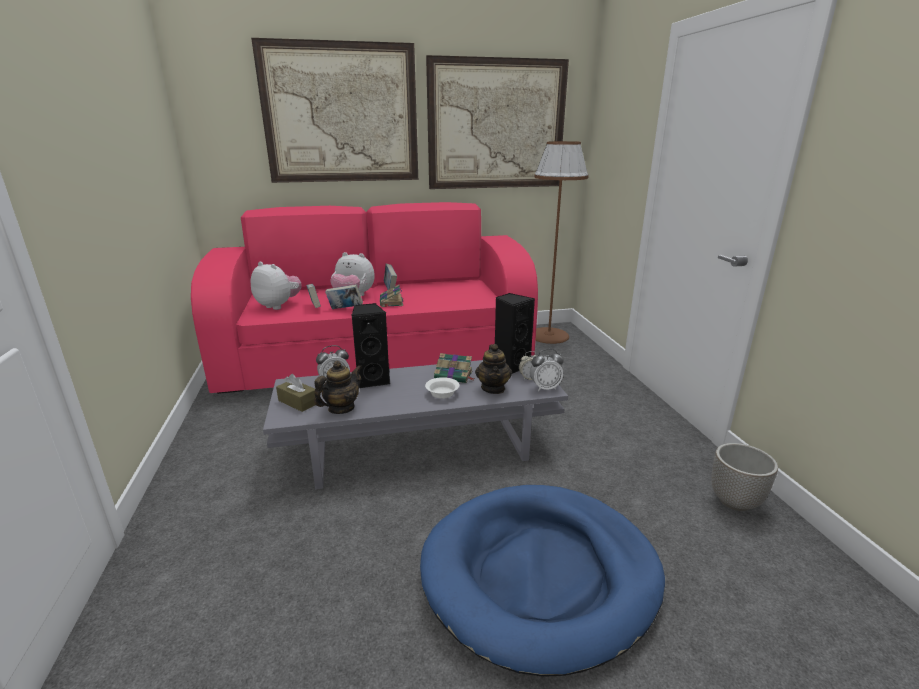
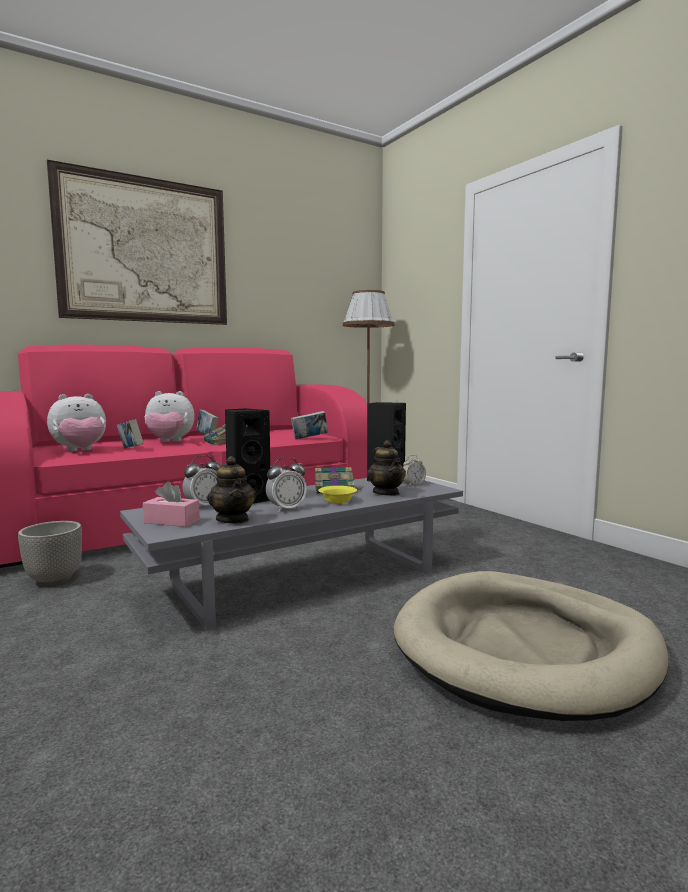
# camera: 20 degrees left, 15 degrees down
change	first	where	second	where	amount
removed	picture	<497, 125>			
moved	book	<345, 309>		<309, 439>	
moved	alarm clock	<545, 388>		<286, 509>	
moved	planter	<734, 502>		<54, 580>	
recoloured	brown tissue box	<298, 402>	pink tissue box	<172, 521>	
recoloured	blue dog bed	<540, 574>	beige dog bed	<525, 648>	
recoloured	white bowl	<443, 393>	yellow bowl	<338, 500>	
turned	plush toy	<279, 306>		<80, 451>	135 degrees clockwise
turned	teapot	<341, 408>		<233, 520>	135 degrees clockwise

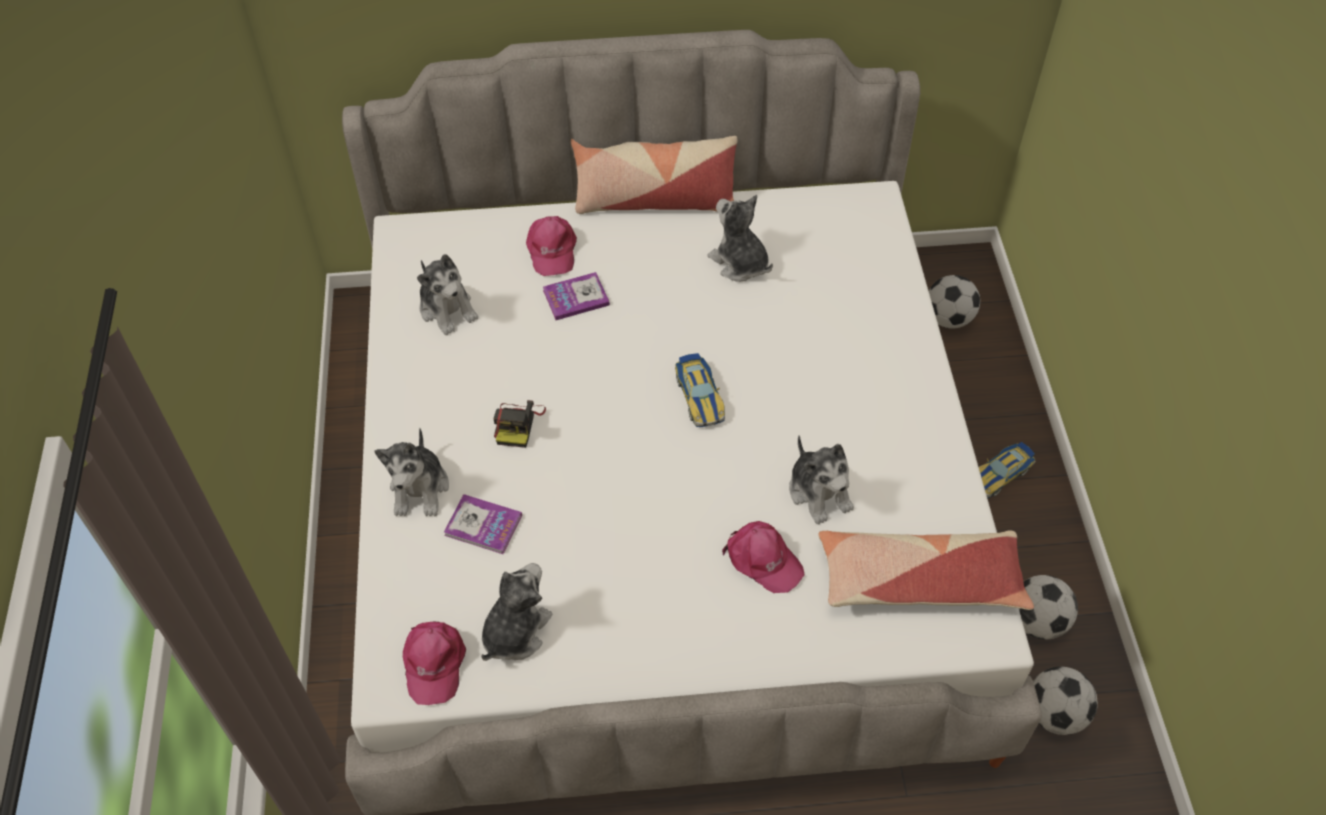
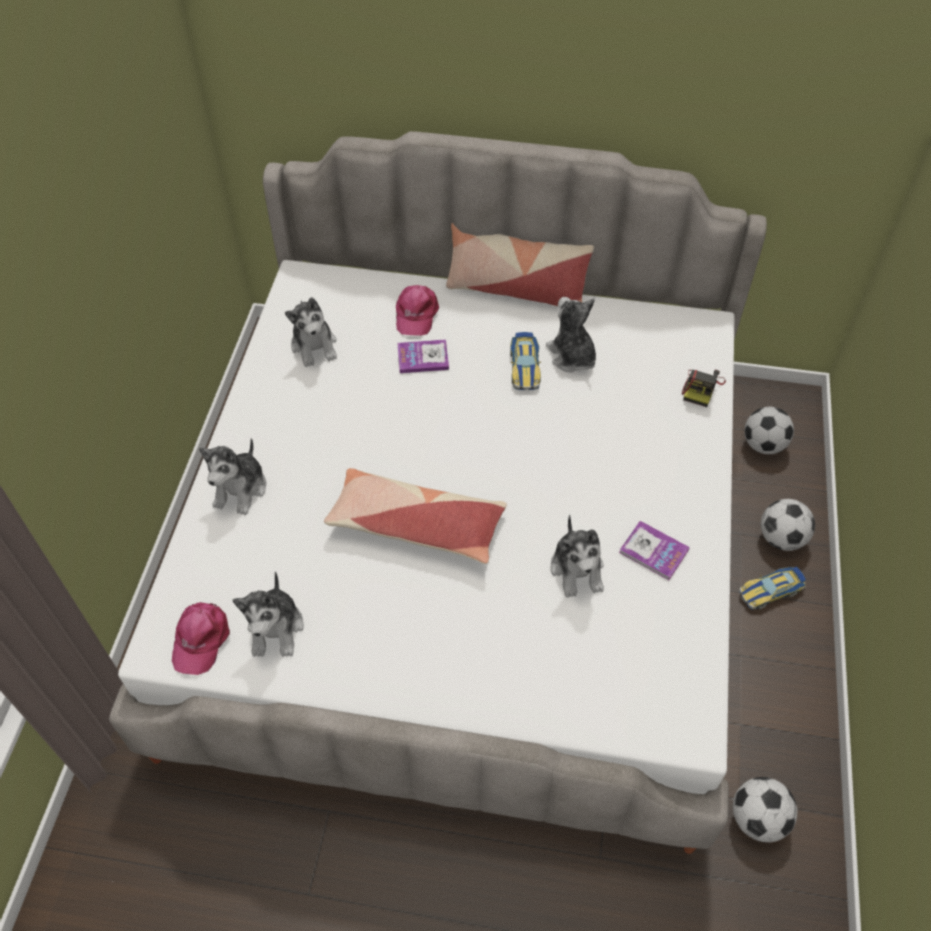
# camera: 15 degrees right, 0 degrees up
change	first	where	second	where	amount
removed	pink cap	<762, 560>			
moved	book	<483, 525>		<653, 551>	
moved	photo camera	<518, 424>		<701, 388>	
moved	toy car	<699, 396>		<524, 367>	
moved	pillow	<919, 580>		<415, 525>	
moved	football	<1037, 621>		<781, 538>	
turned	plush toy	<514, 631>		<276, 628>	135 degrees clockwise

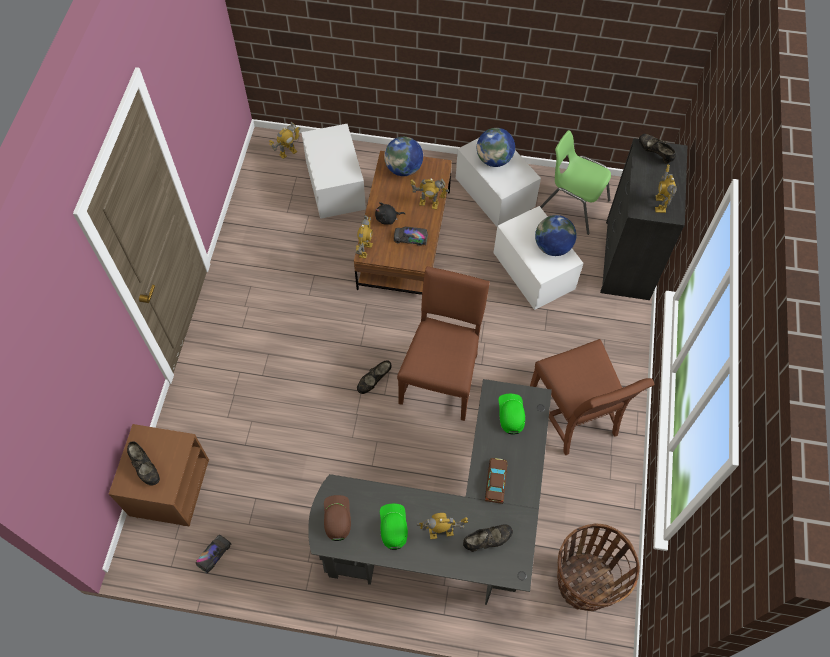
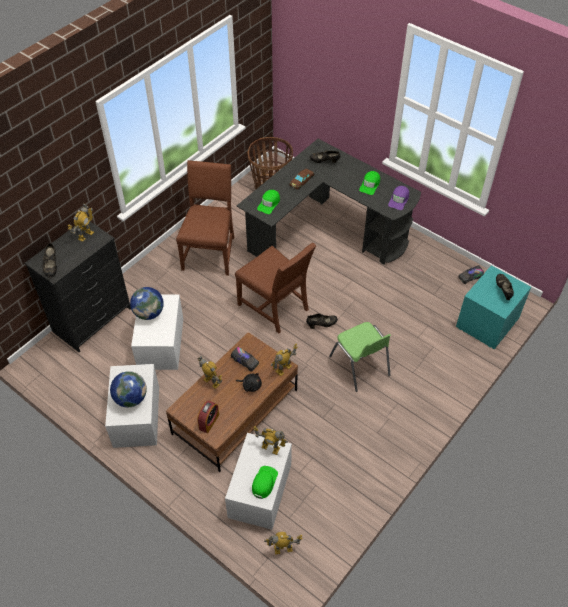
# camera: 150 degrees left, 10 degrees down
change	first	where	second	where	amount
added			green cap	<264, 482>	
moved	toy robot	<441, 532>		<270, 448>	
moved	green chair	<573, 204>		<360, 366>	
replaced	globe	<403, 168>	alarm clock	<209, 422>	
recoloured	brown nightstand	<169, 486>	turquoise nightstand	<487, 323>	
recoloured	brown cap	<337, 518>	purple cap	<399, 200>	
turned	brown chair	<441, 377>		<276, 307>	90 degrees counterclockwise

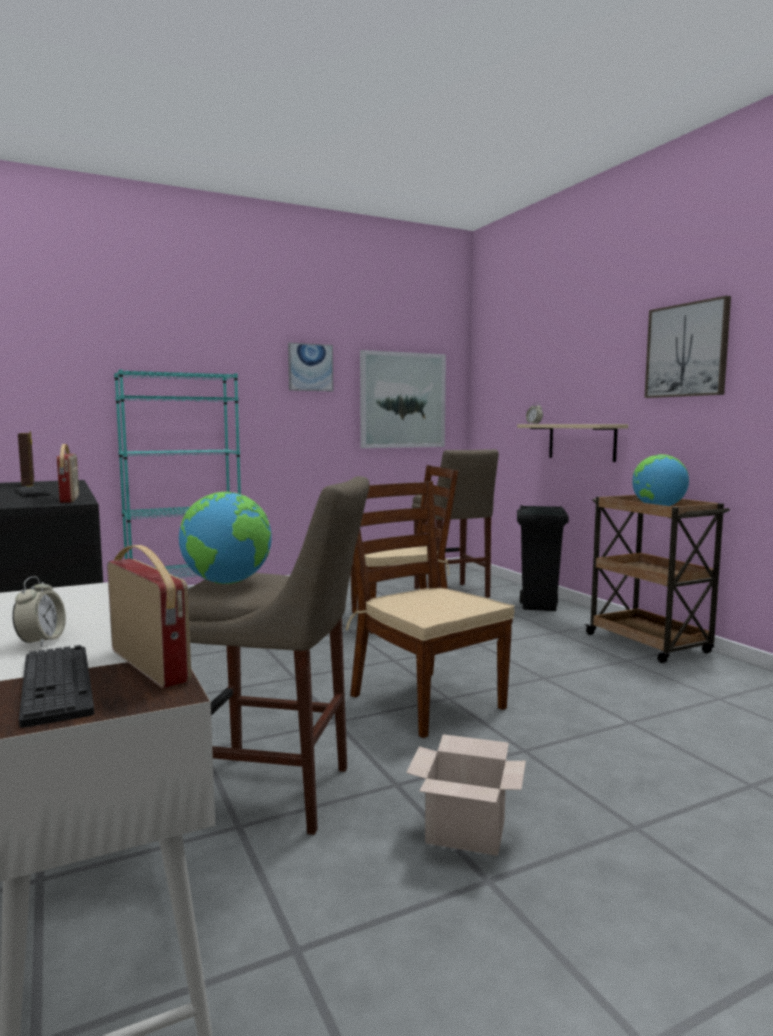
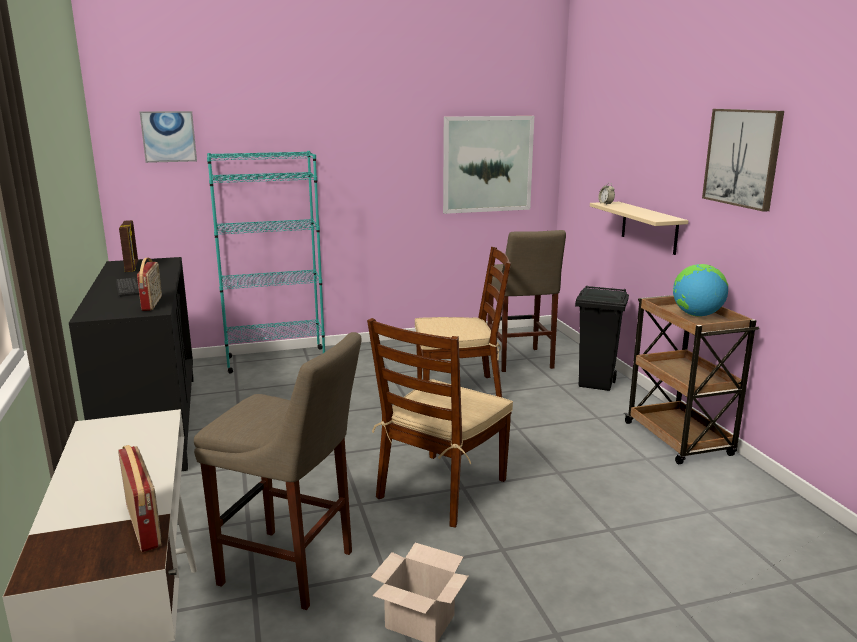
# camera: 10 degrees right, 10 degrees up
change	first	where	second	where	amount
removed	alarm clock	<41, 641>			
removed	keyboard	<57, 684>			
removed	globe	<228, 583>			
moved	picture	<310, 367>		<168, 136>	
turned	brown chair	<425, 701>		<441, 489>	120 degrees counterclockwise

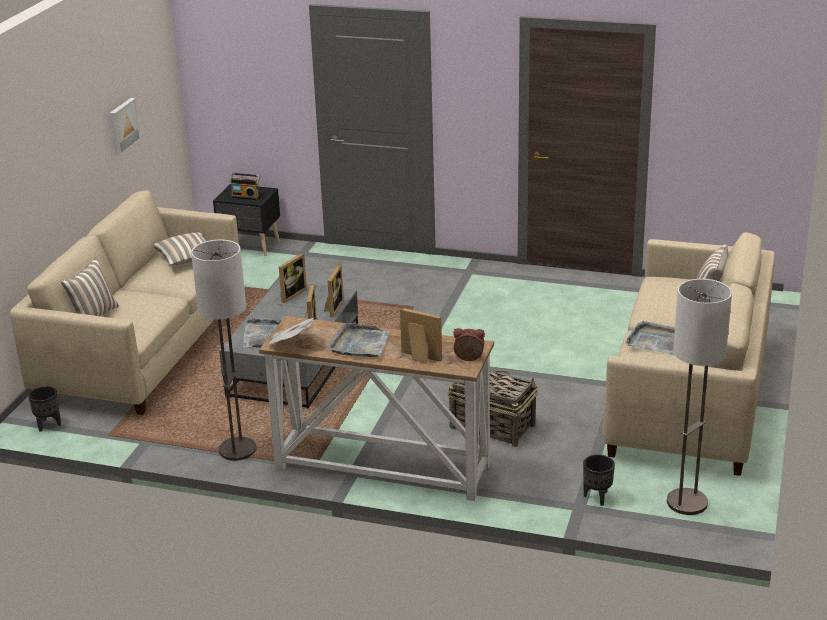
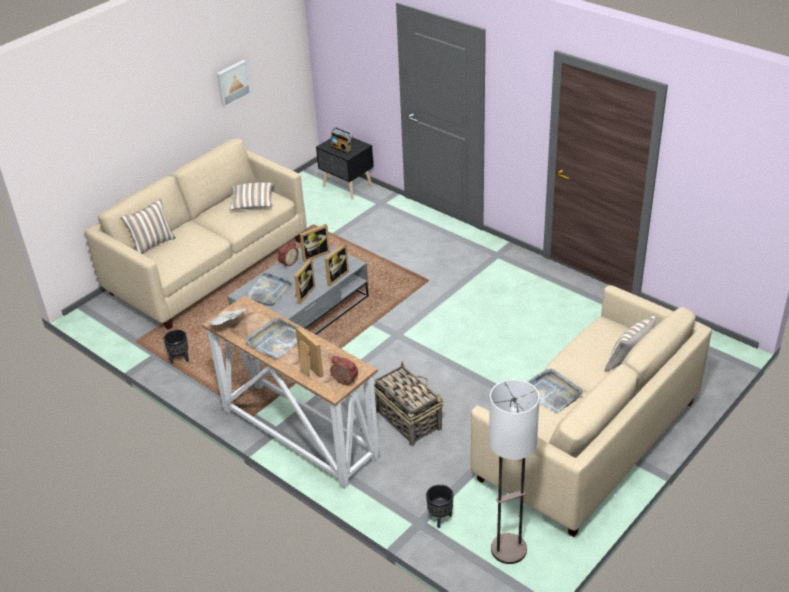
# camera: 25 degrees right, 10 degrees up
change	first	where	second	where	amount
removed	floor lamp	<238, 450>			
added			alarm clock	<288, 262>	
moved	black planter	<48, 425>		<179, 359>	

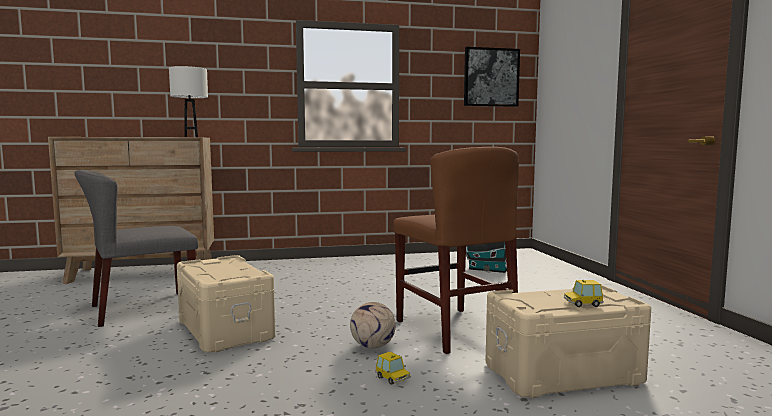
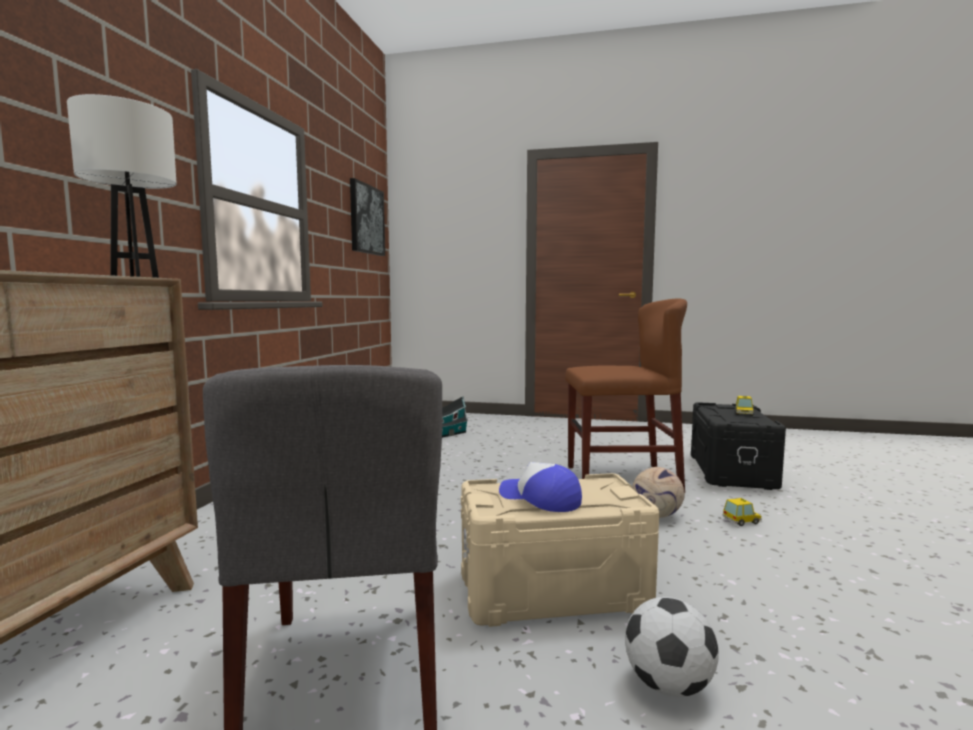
# camera: 65 degrees left, 0 degrees up
change	first	where	second	where	amount
added			cap	<540, 499>	
added			football	<668, 685>	
recoloured	beige storage box	<563, 374>	black storage box	<732, 471>	

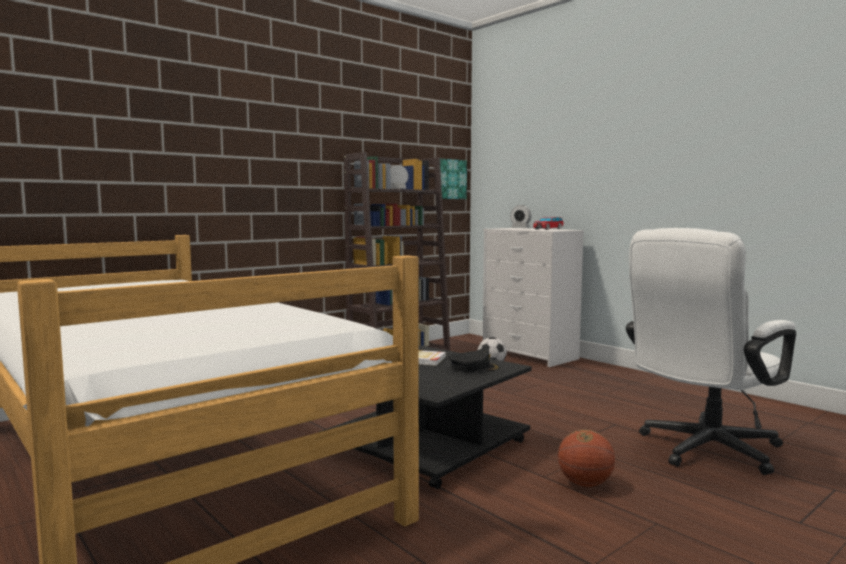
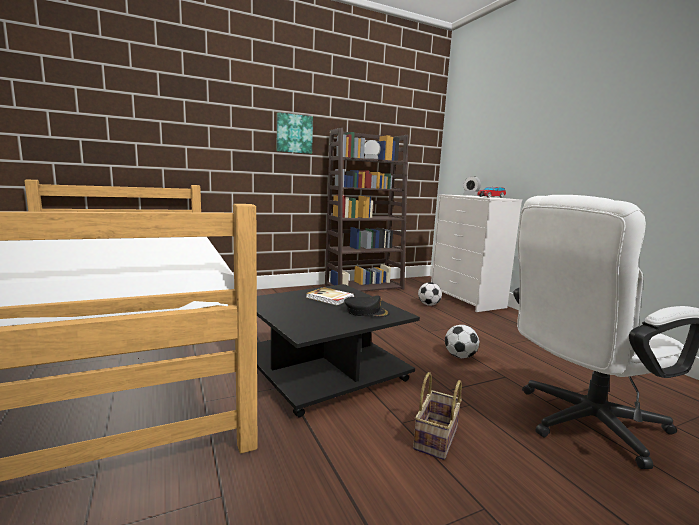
# camera: 15 degrees right, 5 degrees up
change	first	where	second	where	amount
added			football	<460, 356>	
moved	picture	<450, 179>		<294, 133>	
replaced	basketball	<585, 484>	basket	<437, 439>	

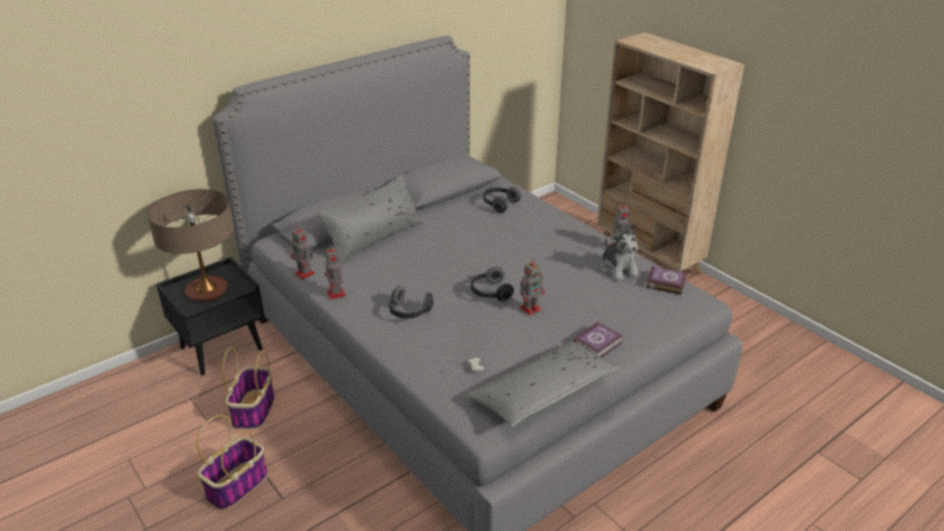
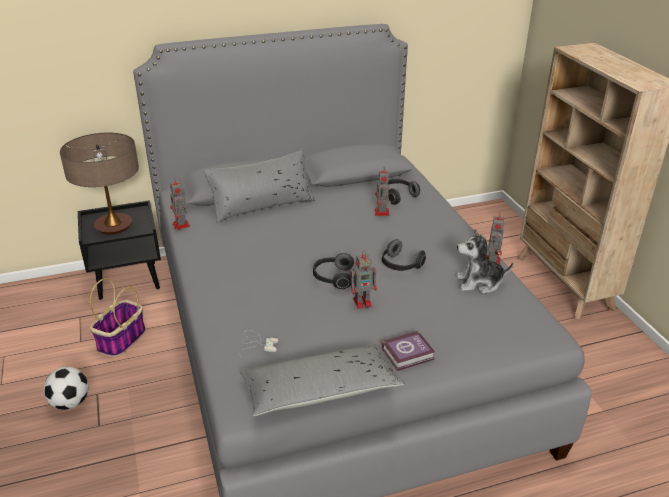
# camera: 20 degrees right, 0 degrees up
change	first	where	second	where	amount
removed	book	<665, 283>			
moved	toy robot	<336, 294>		<382, 213>	
moved	headphones	<409, 312>		<400, 265>	
replaced	basket	<237, 485>	football	<70, 402>	
turned	plush toy	<618, 269>		<479, 283>	90 degrees clockwise

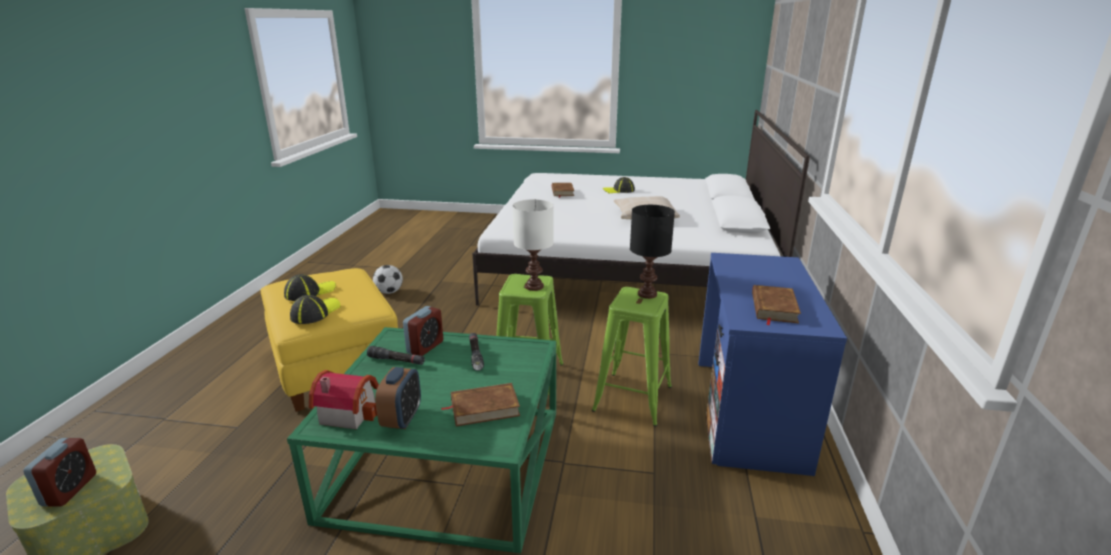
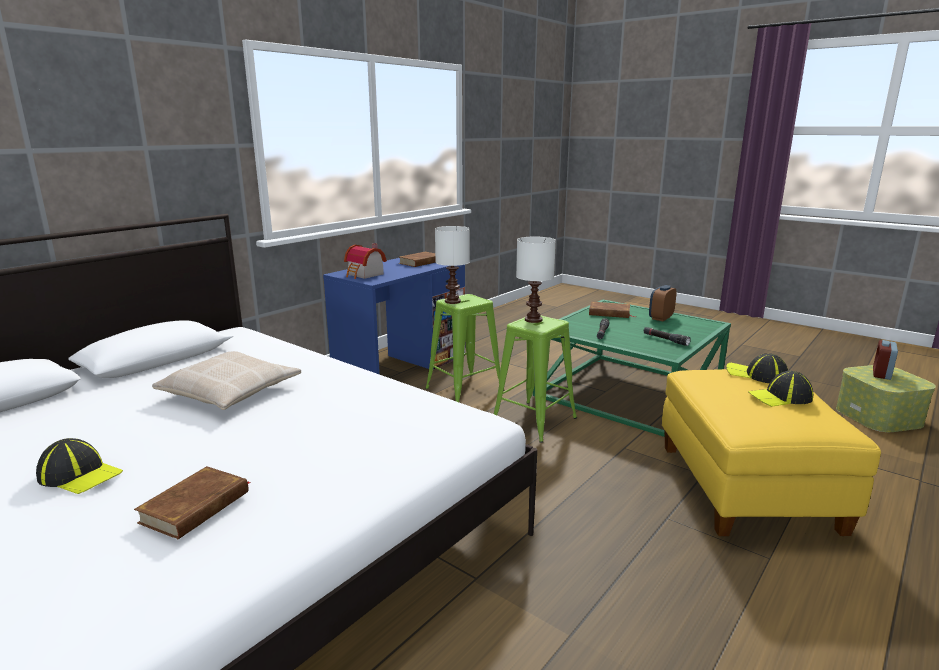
# camera: 150 degrees left, 5 degrees down
change	first	where	second	where	amount
removed	football	<389, 292>			
removed	alarm clock	<425, 347>			
moved	toy house	<348, 412>		<364, 275>	
recoloured	black table lamp	<646, 294>	white table lamp	<453, 301>	
turned	cap	<315, 312>		<757, 375>	75 degrees clockwise

